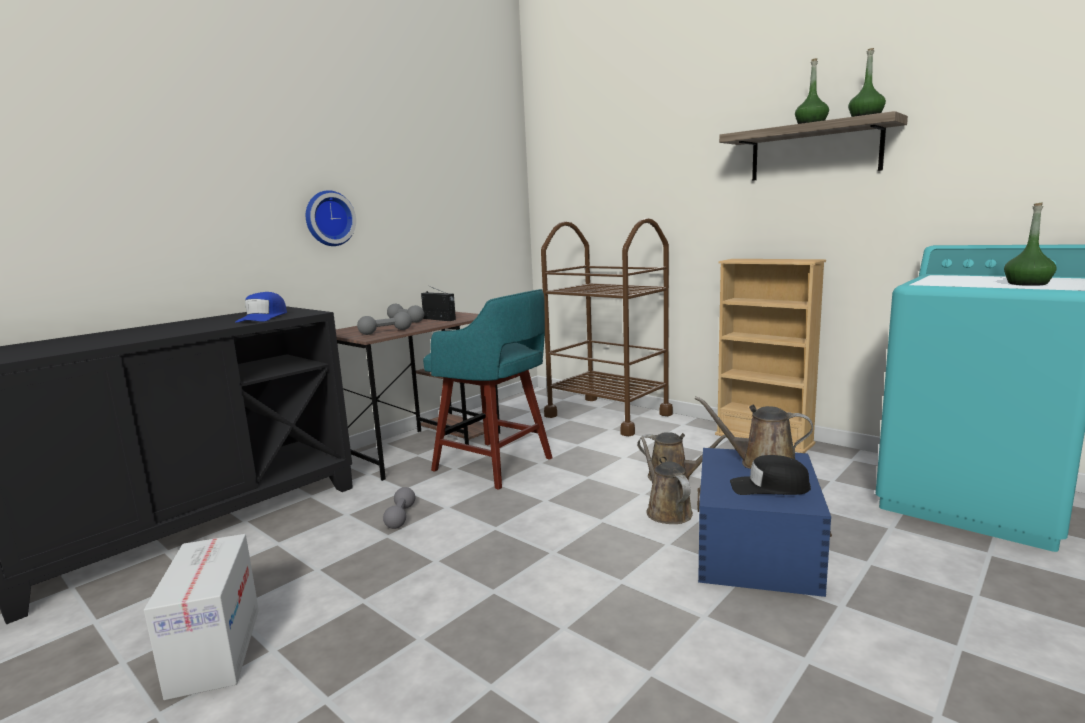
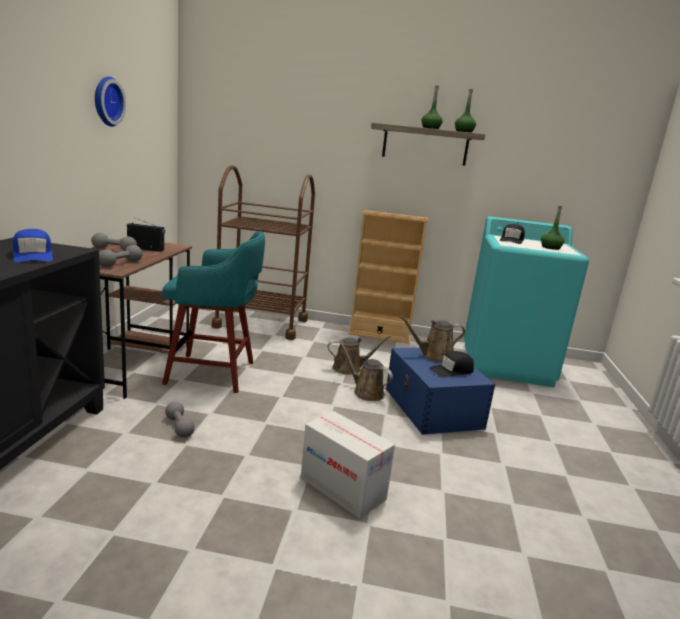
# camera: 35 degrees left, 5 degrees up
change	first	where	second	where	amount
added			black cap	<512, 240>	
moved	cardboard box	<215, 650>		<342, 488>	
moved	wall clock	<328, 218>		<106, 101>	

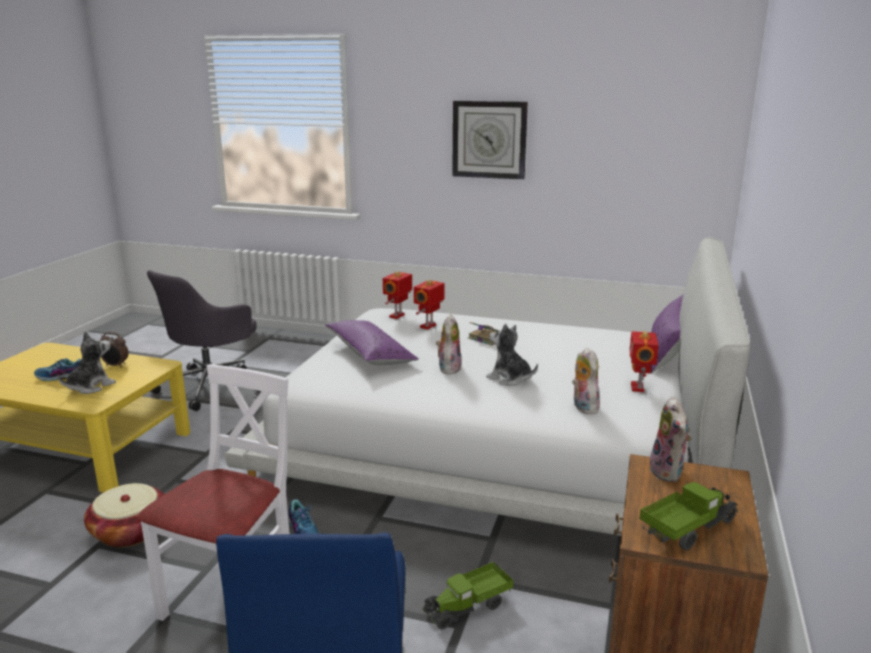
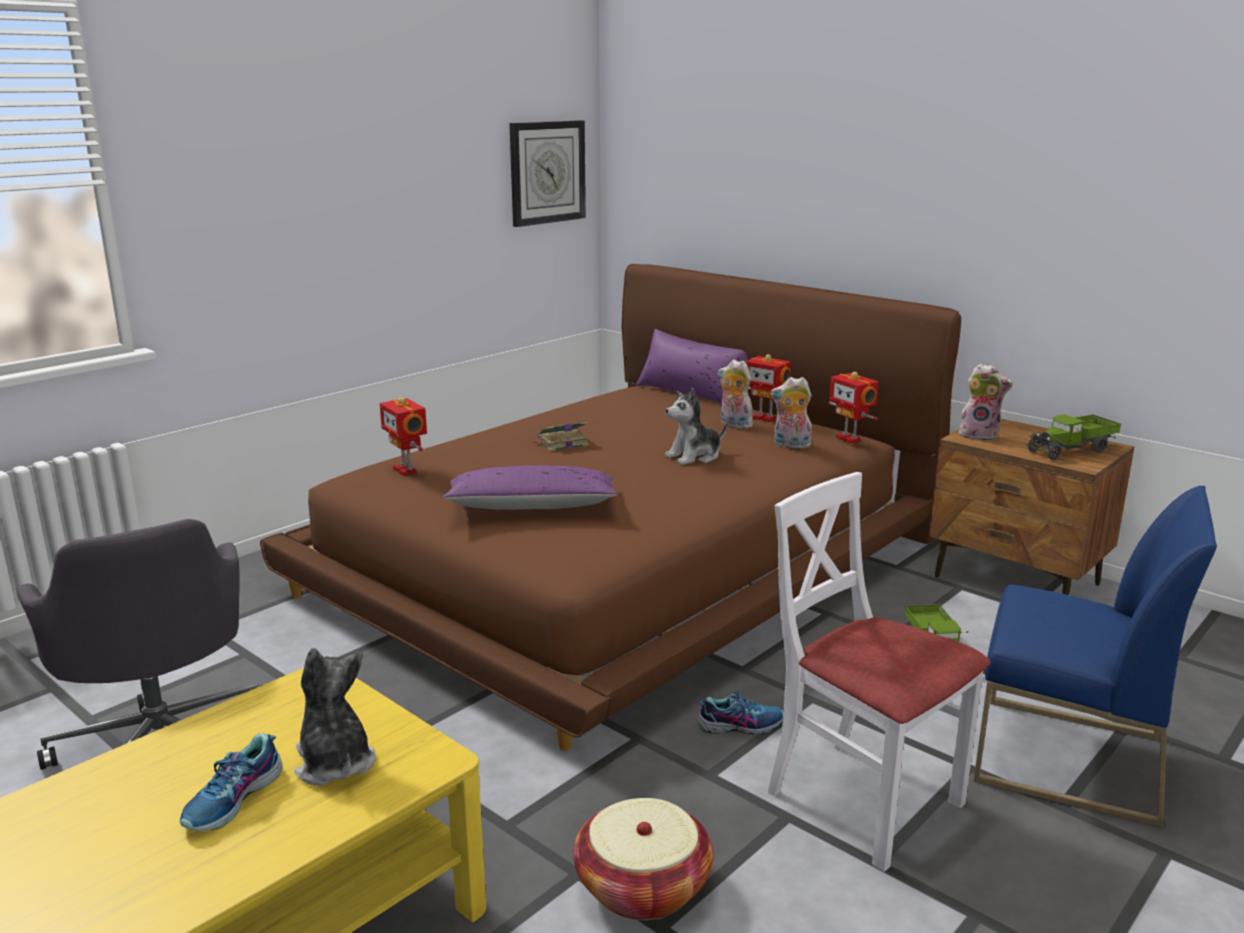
# camera: 65 degrees left, 0 degrees up
change	first	where	second	where	amount
removed	alarm clock	<116, 366>			
moved	toy robot	<429, 326>		<849, 439>	
moved	plush toy	<448, 368>		<733, 425>	
moved	wall clock	<489, 139>		<547, 172>	
recoloured	white bed	<495, 439>	brown bed	<623, 562>	
turned	toy truck	<687, 529>		<1071, 450>	105 degrees counterclockwise

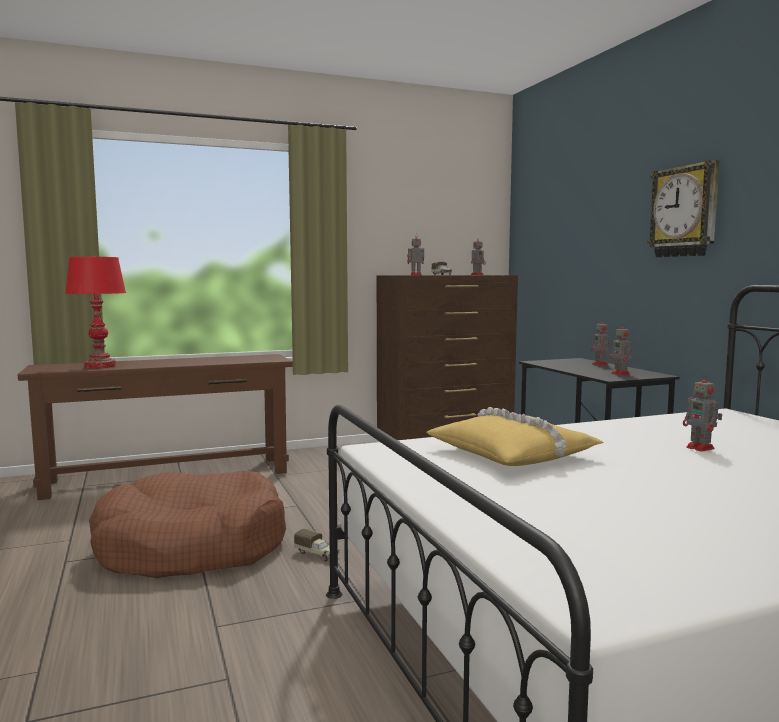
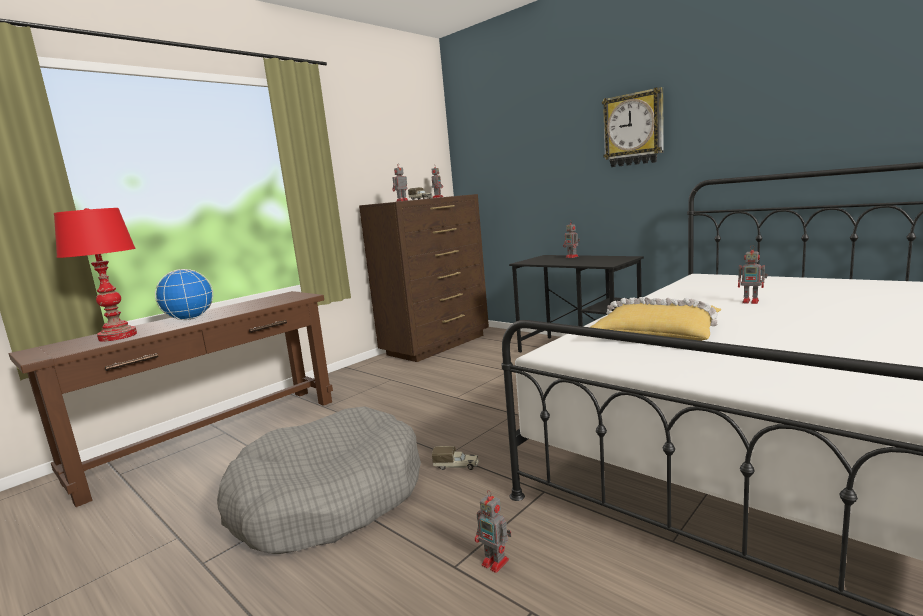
# camera: 25 degrees left, 5 degrees up
change	first	where	second	where	amount
added			globe	<190, 319>	
moved	toy robot	<621, 374>		<496, 563>	
recoloured	brown dog bed	<191, 546>	grey dog bed	<328, 498>	

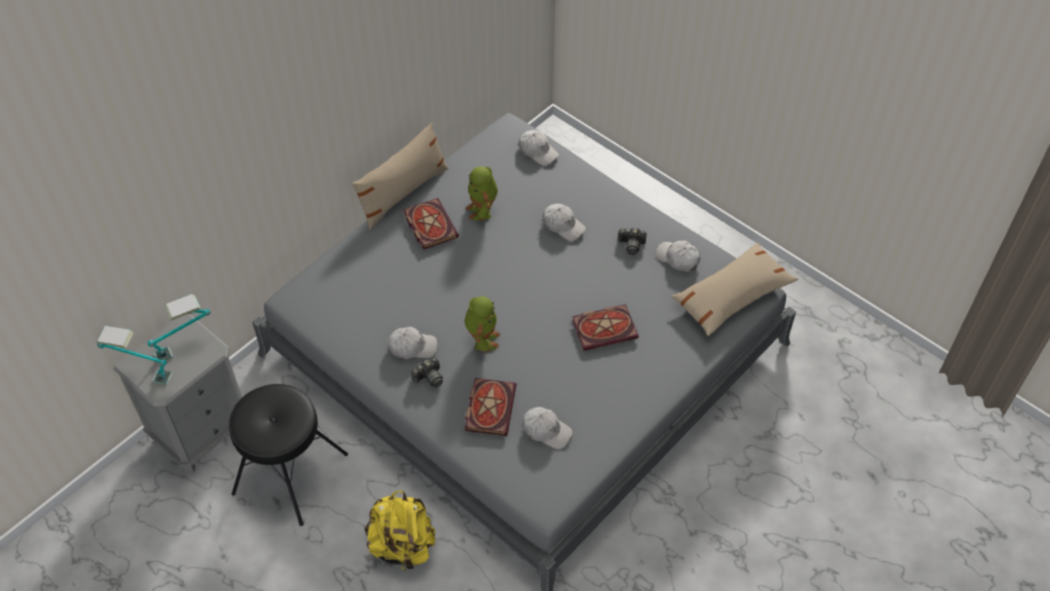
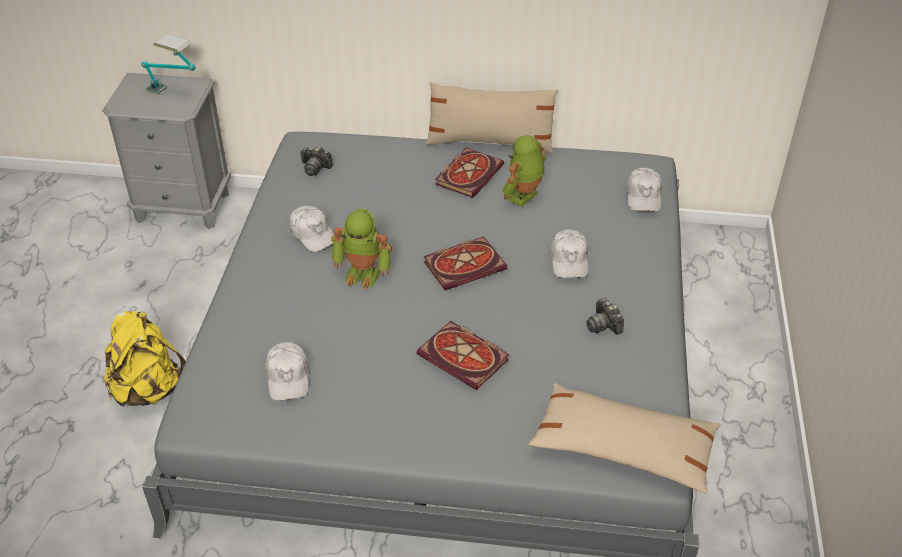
# camera: 55 degrees right, 10 degrees down
change	first	where	second	where	amount
removed	table lamp	<140, 374>			
removed	black stool	<289, 473>			
removed	white cap	<677, 259>			
moved	photo camera	<429, 377>		<315, 168>	
moved	book	<489, 406>		<465, 264>	
turned	toy robot	<482, 339>		<364, 274>	45 degrees clockwise

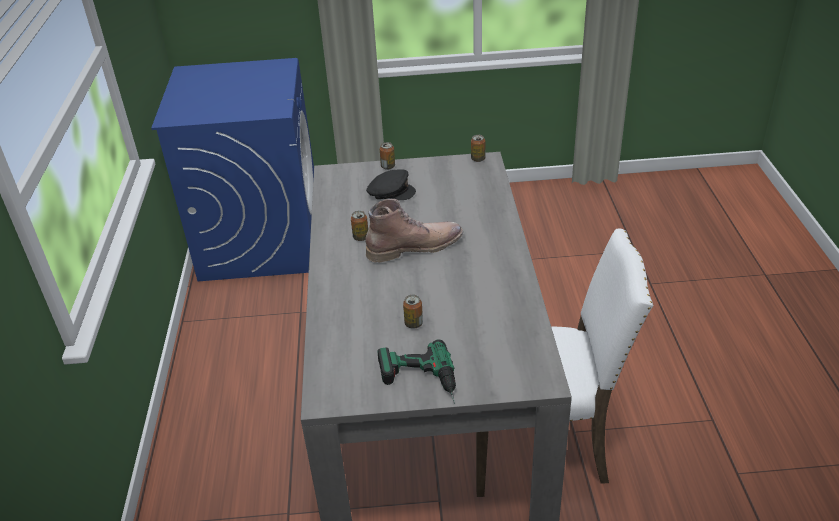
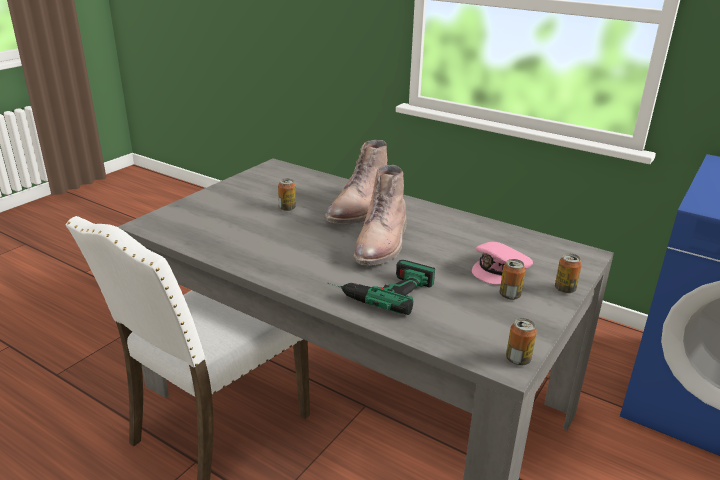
# camera: 125 degrees right, 10 degrees down
change	first	where	second	where	amount
added			brown boot	<360, 209>	
moved	can	<361, 237>		<510, 295>	
moved	power drill	<419, 382>		<380, 289>	
recoloured	black cap	<390, 192>	pink cap	<501, 269>	

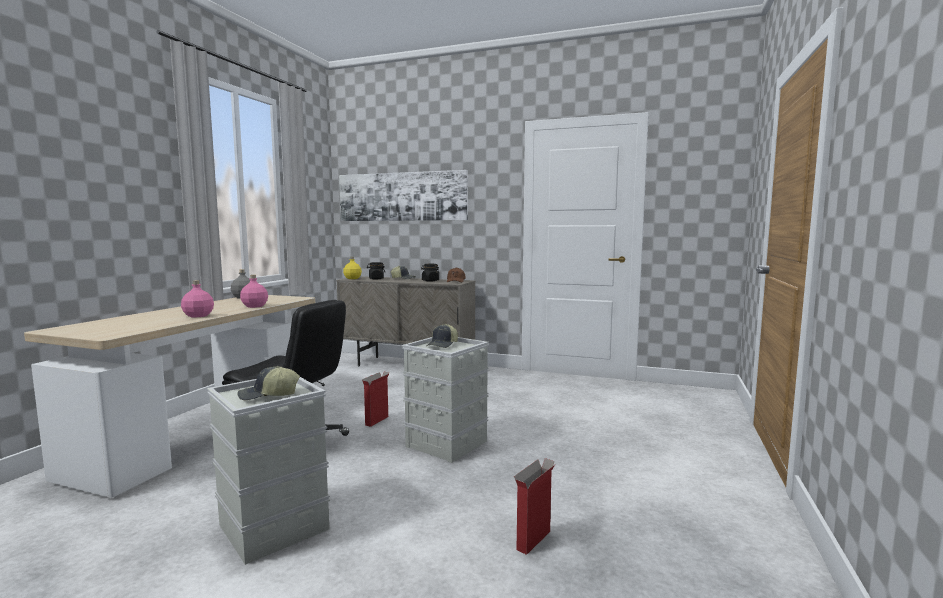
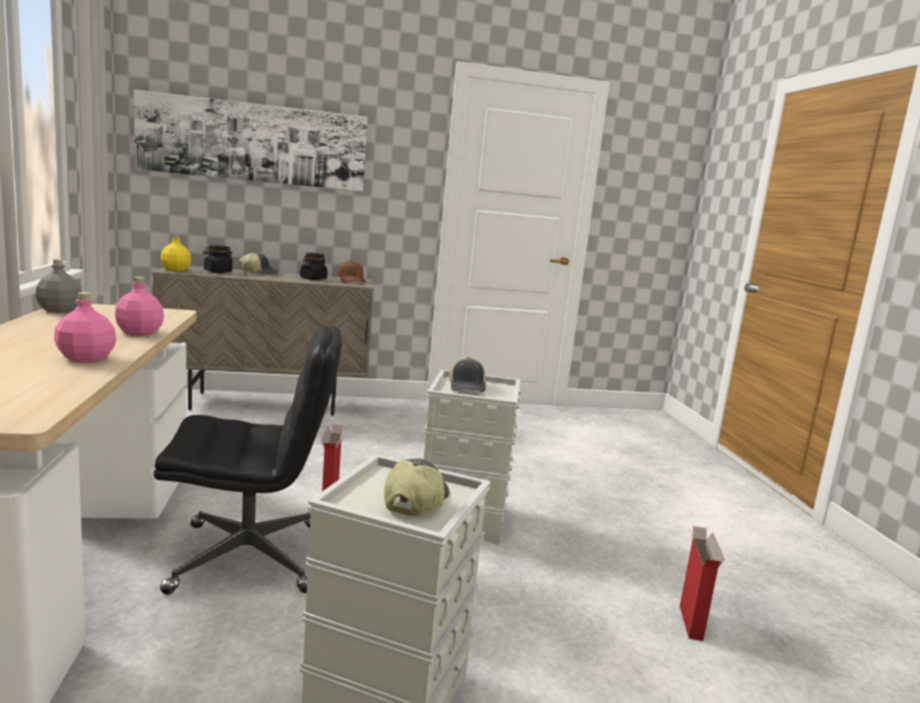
# camera: 30 degrees left, 5 degrees up
change	first	where	second	where	amount
turned	cap	<268, 396>		<415, 500>	150 degrees clockwise

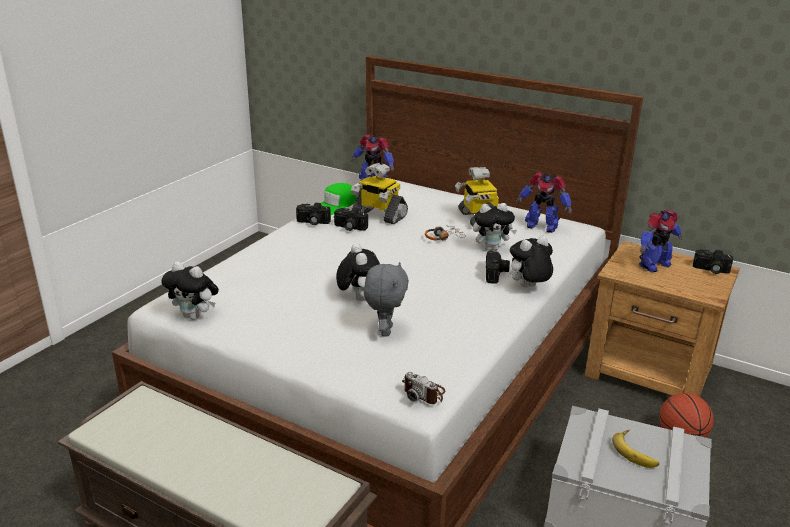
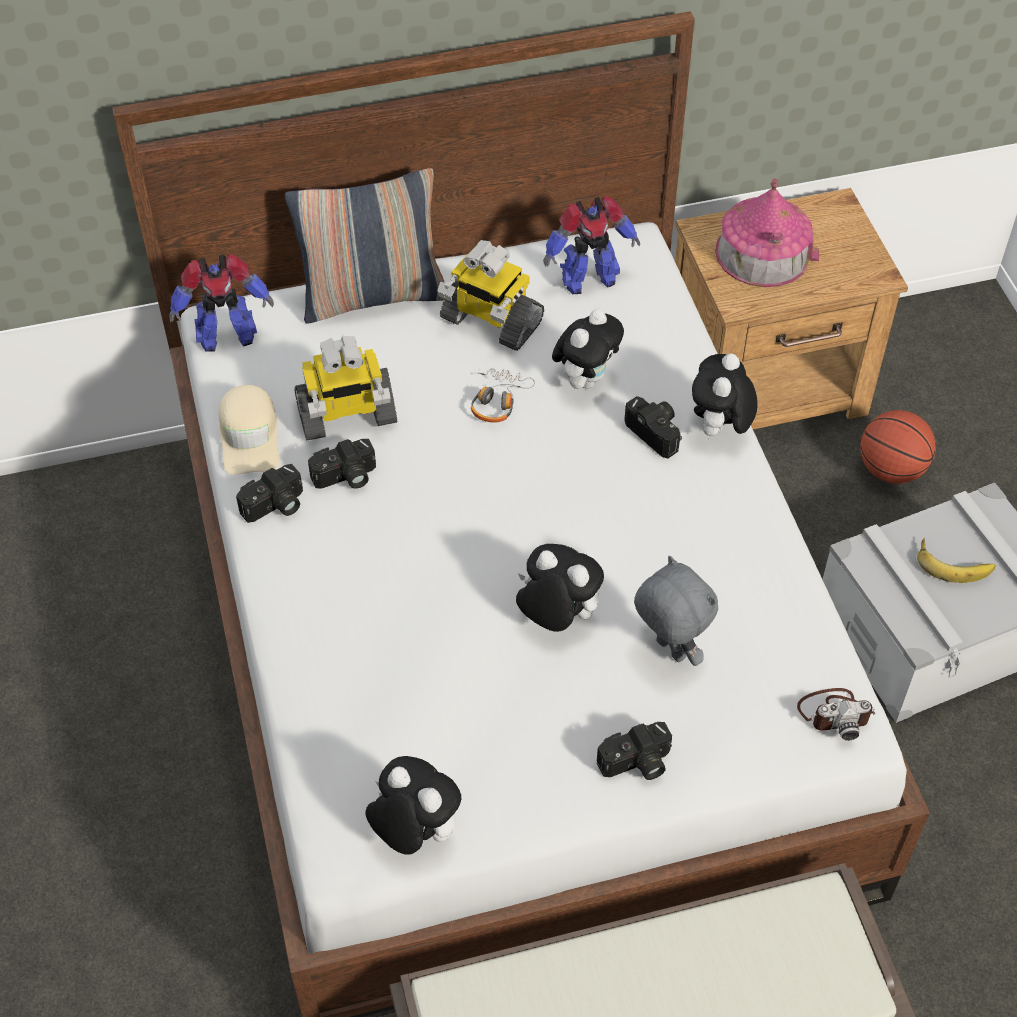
# camera: 45 degrees left, 25 degrees up
change	first	where	second	where	amount
added			pillow	<373, 296>	
moved	photo camera	<710, 270>		<636, 764>	
replaced	toy robot	<653, 265>	toy house	<763, 253>	
recoloured	green cap	<336, 205>	beige cap	<250, 436>	
turned	plush toy	<195, 316>		<414, 832>	120 degrees counterclockwise

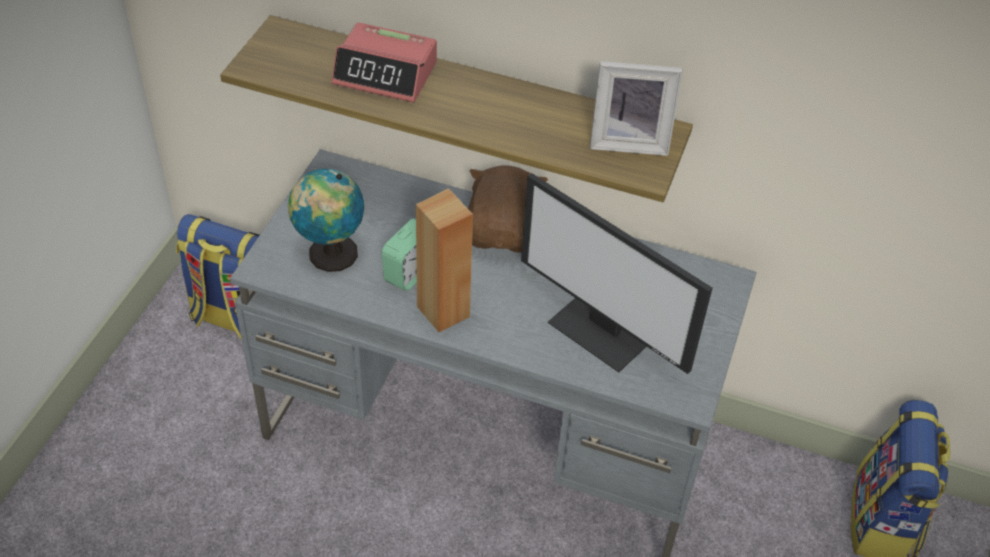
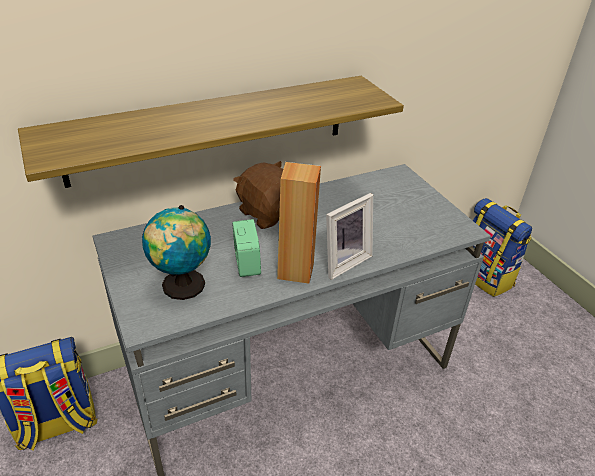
# camera: 45 degrees left, 10 degrees down
change	first	where	second	where	amount
removed	alarm clock	<386, 73>			
removed	monitor	<602, 331>			
moved	picture frame	<629, 141>		<343, 261>	

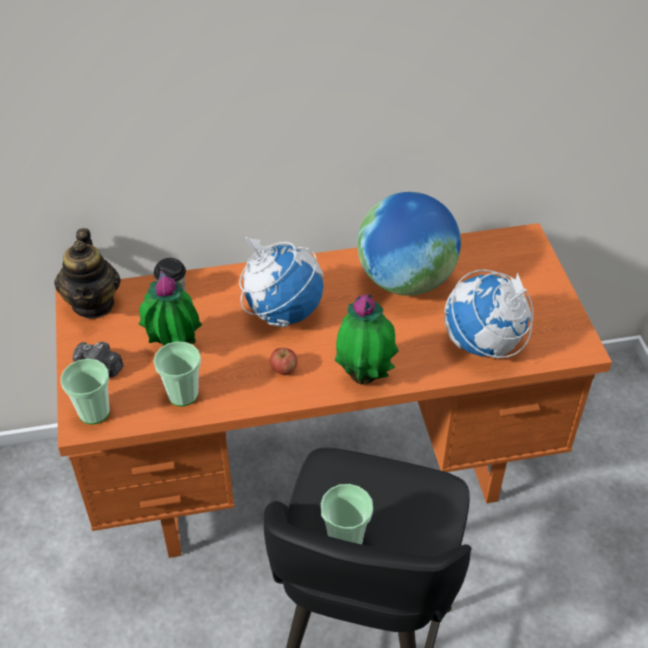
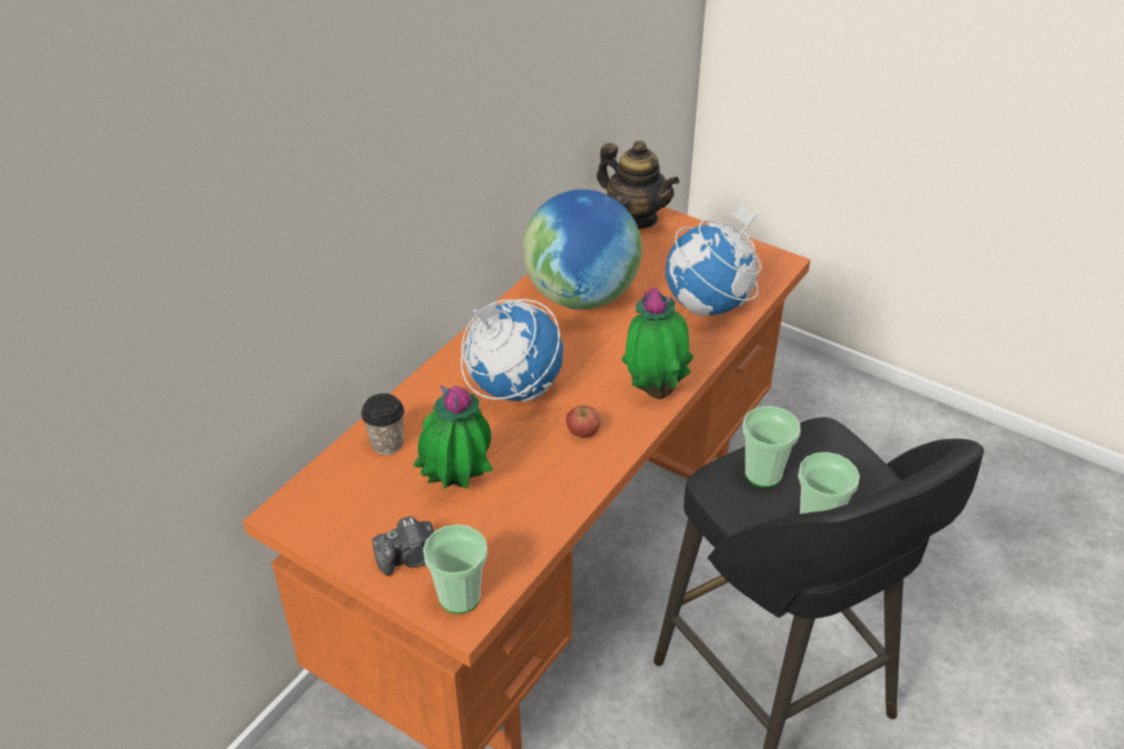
# camera: 45 degrees left, 5 degrees down
change	first	where	second	where	amount
moved	teapot	<93, 303>		<635, 218>	
moved	cup	<183, 394>		<763, 473>	

